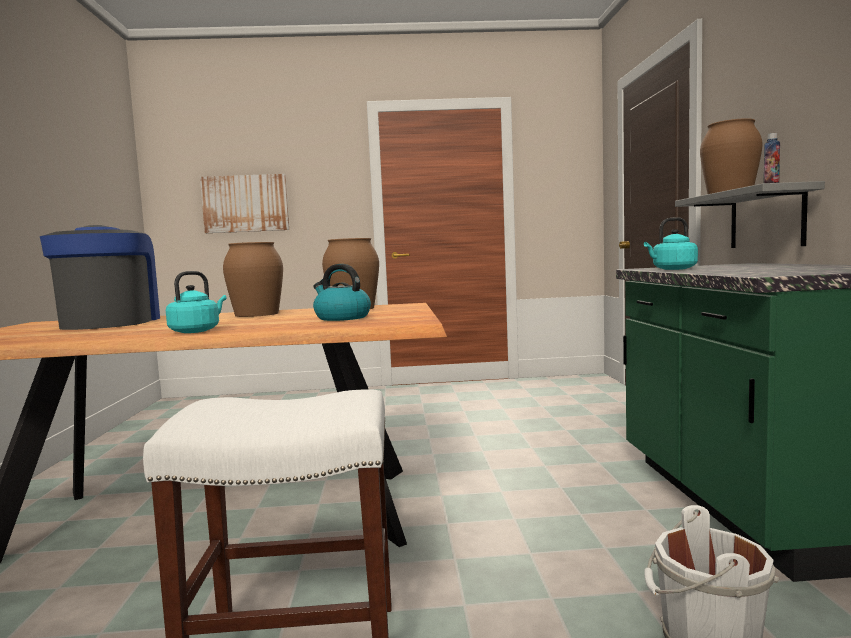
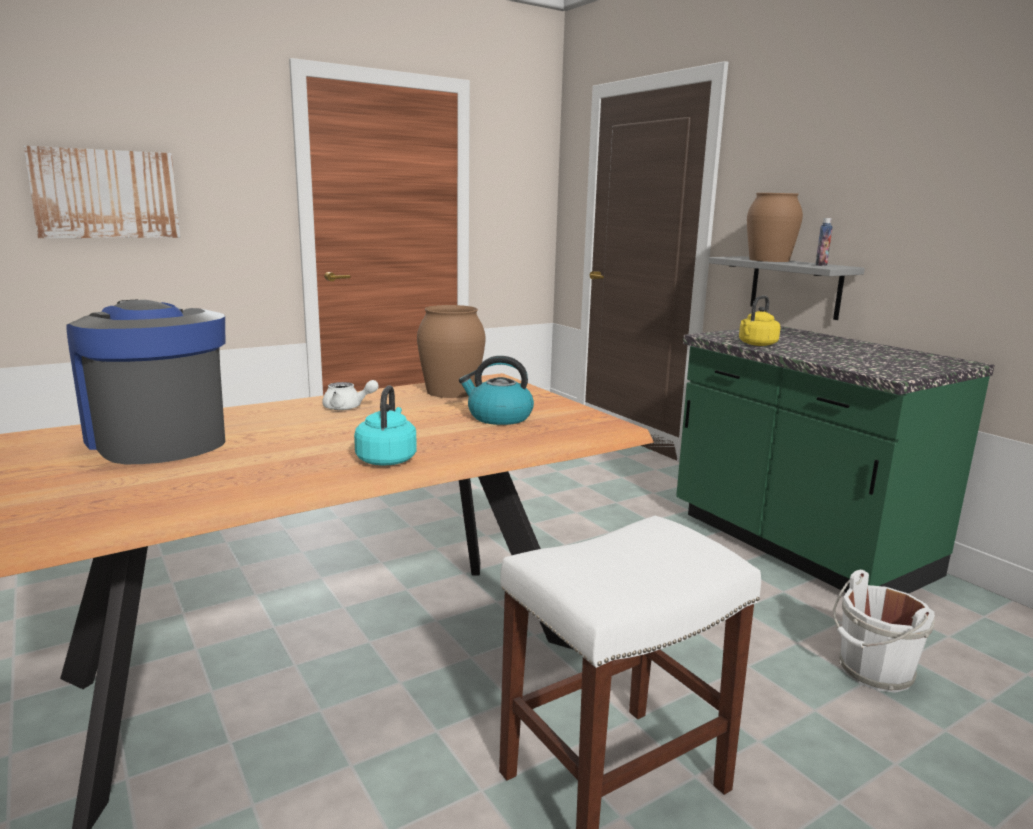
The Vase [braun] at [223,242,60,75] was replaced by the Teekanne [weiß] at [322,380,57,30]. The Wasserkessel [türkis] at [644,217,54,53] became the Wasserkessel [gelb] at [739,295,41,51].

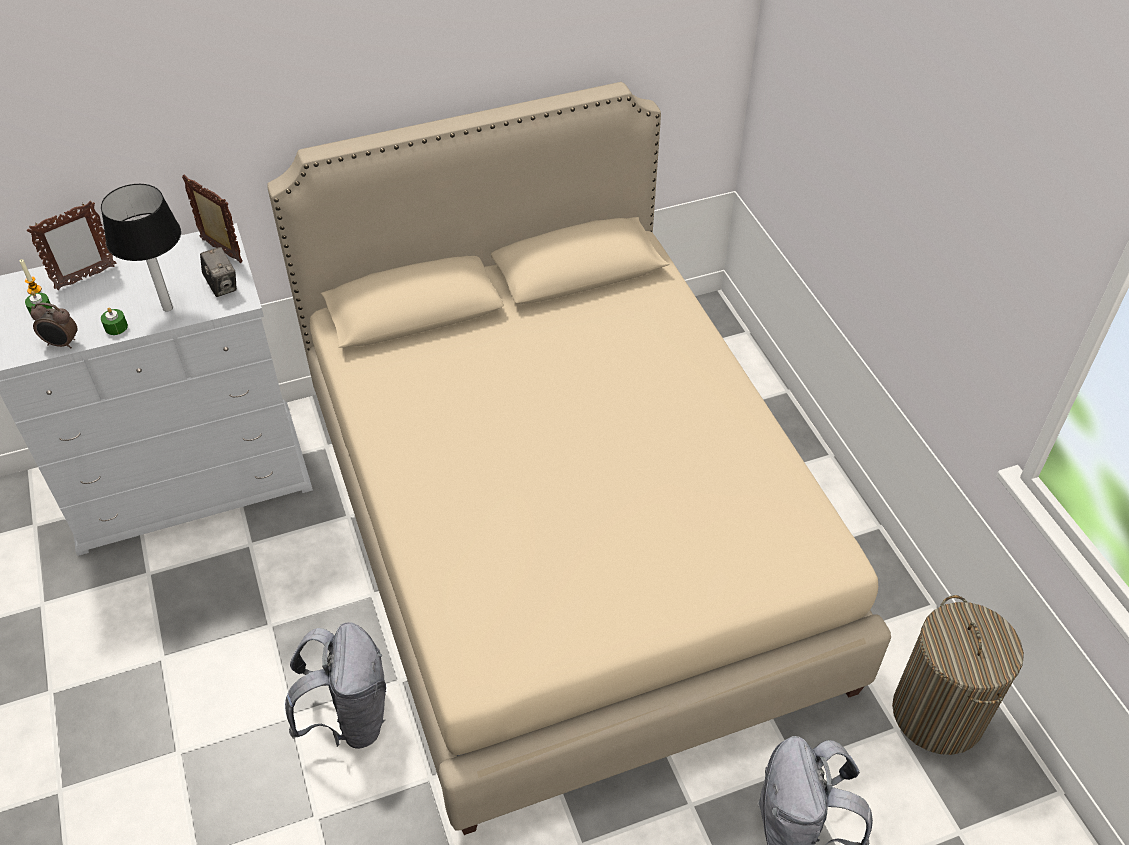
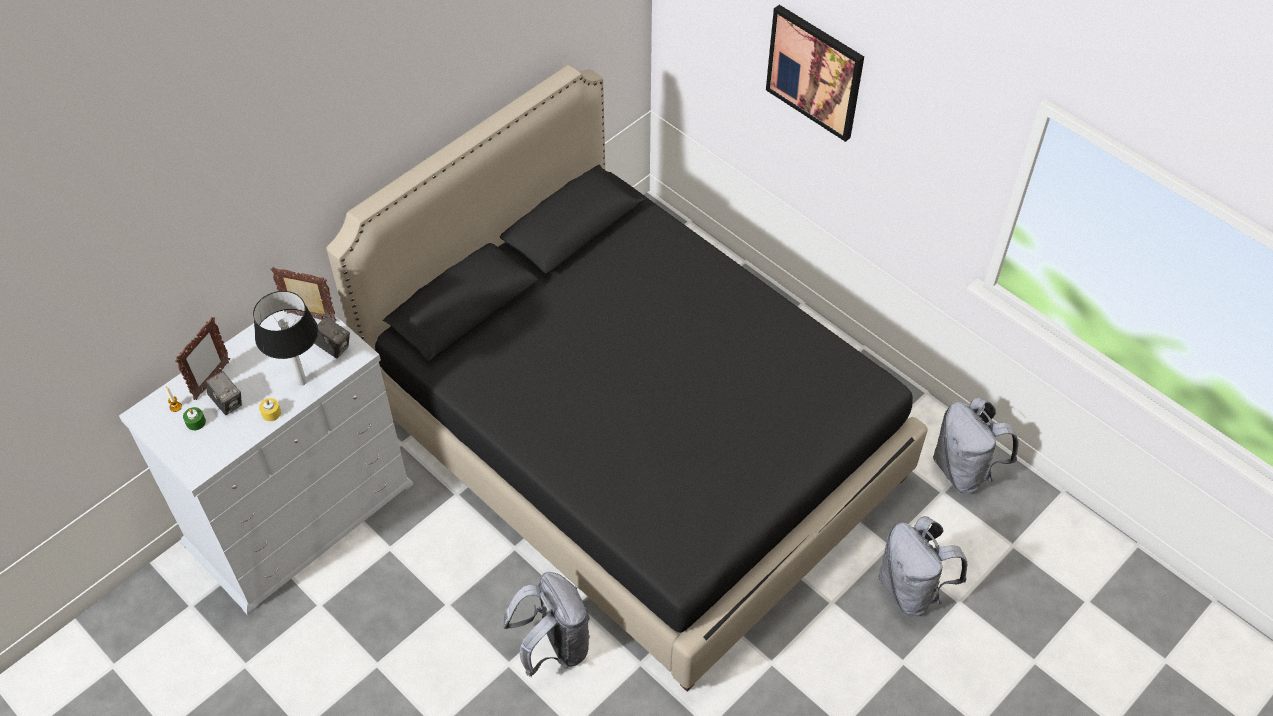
The Wecker at [30,302,48,47] disappeared. The Kerze [grün] at [101,308,27,27] became the Kerze [gelb] at [259,398,22,23]. The Bett [beige] at [267,82,624,753] became the Bett [schwarz] at [326,65,602,627]. The Wäschekorb at [892,595,132,160] was replaced by the Rucksack [grau] at [933,397,86,97]. The Kamera at [206,371,36,44] appeared. The Bild at [766,5,98,137] appeared.

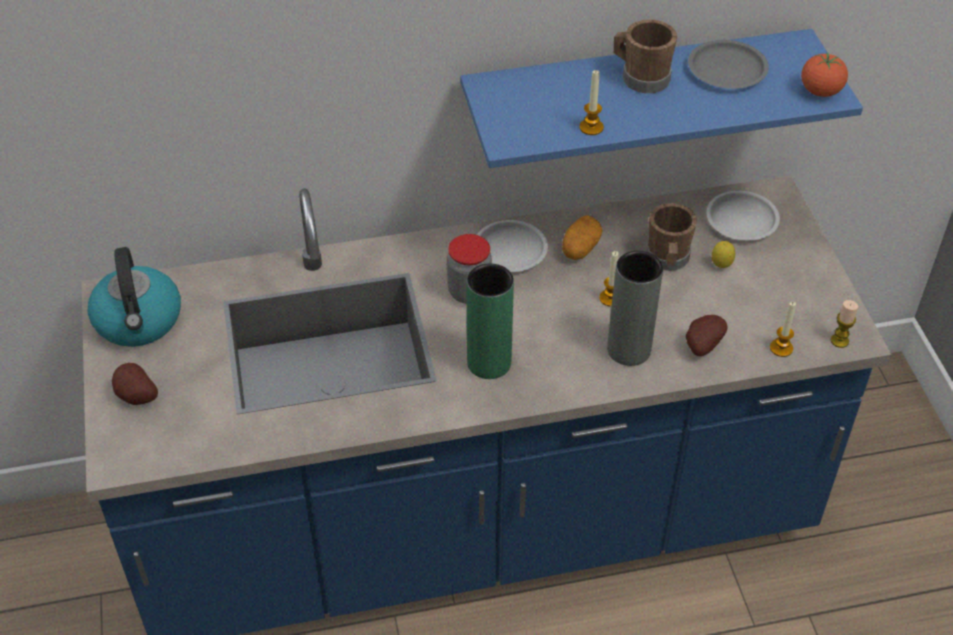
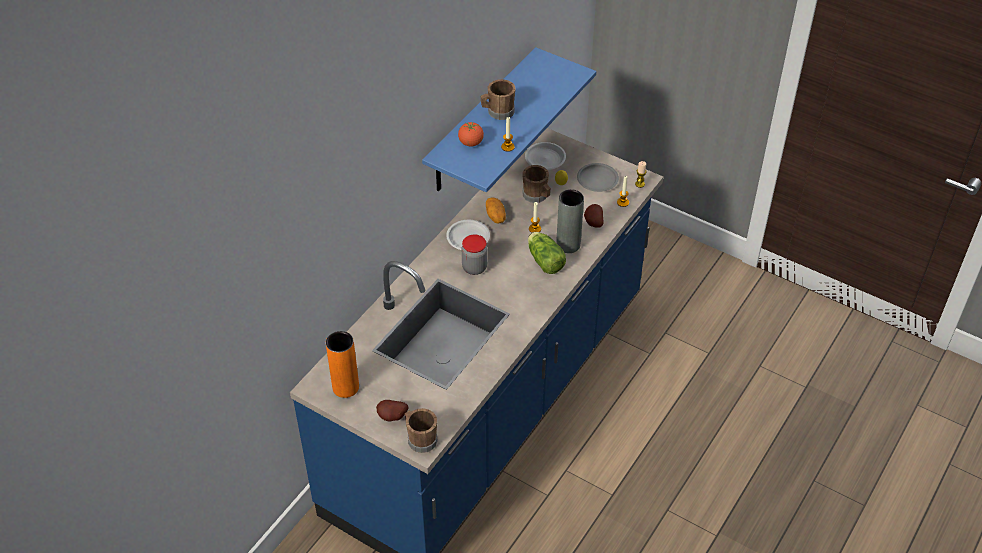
The Wasserkessel at [87,247,94,100] was replaced by the Vase [orange] at [326,331,33,67]. The Vase [grün] at [466,264,48,115] disappeared. The Teller [grau] moved from [688,40,81,49] to [577,163,42,29]. The Tomate moved from [801,52,47,45] to [458,122,26,25]. The Henkelbecher [braun] at [405,408,33,45] appeared. The Salatkopf at [528,232,38,42] appeared.

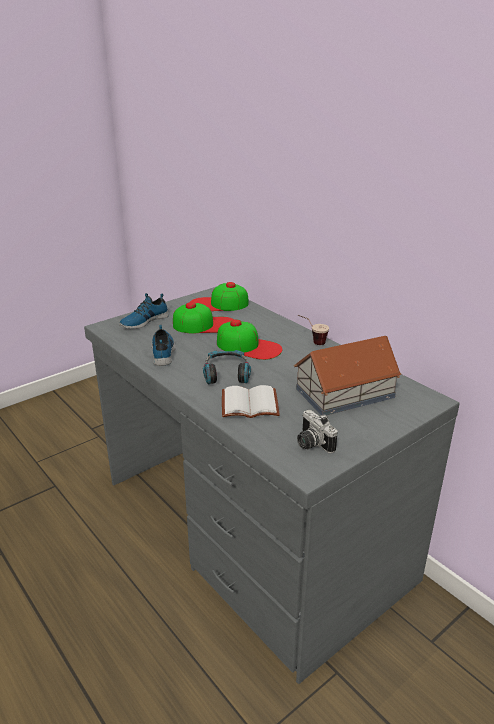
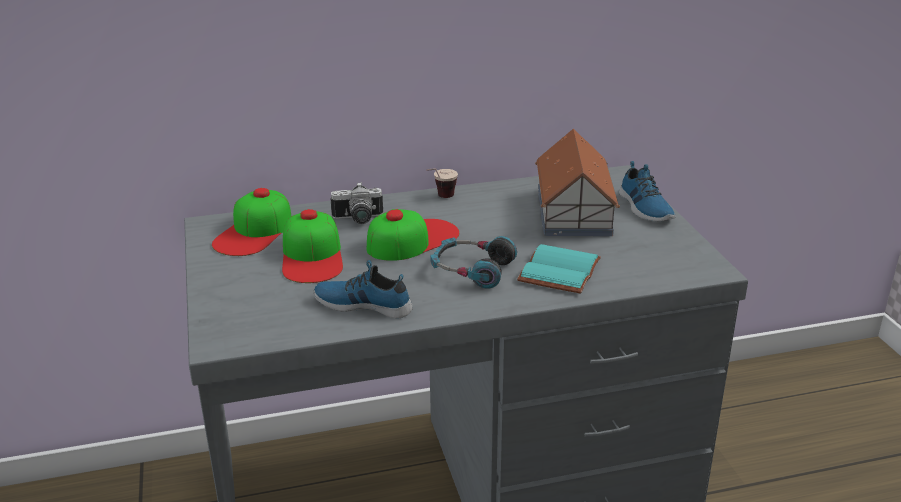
The Schuh moved from [119,293,50,36] to [619,161,57,60]. The Kappe at [173,302,61,31] turned 150 degrees clockwise. The Buch [weiß] at [222,385,58,33] became the Buch [türkis] at [517,244,84,50]. The Kamera moved from [297,410,41,43] to [331,182,52,42].

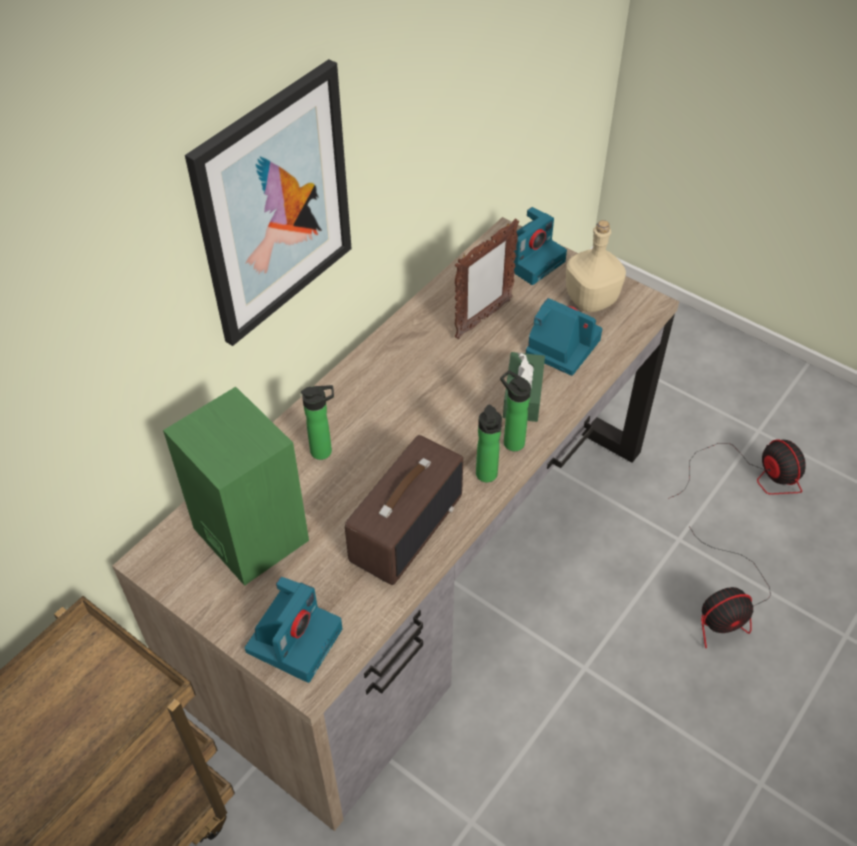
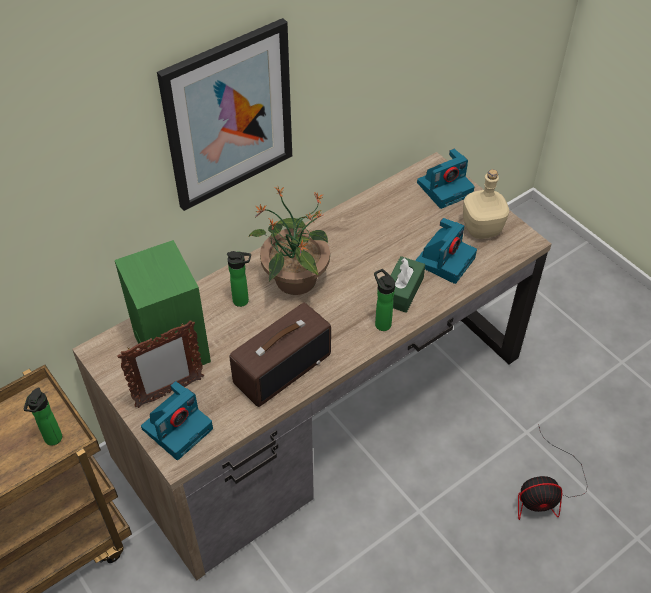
The Bilderrahmen moved from [455,218,64,121] to [117,320,87,88]. The Flasche moved from [476,405,26,77] to [24,387,38,59]. The Kamera at [525,298,77,78] turned 75 degrees clockwise. The Ventilator at [668,439,138,60] disappeared. The Topfpflanze at [249,187,81,108] appeared.

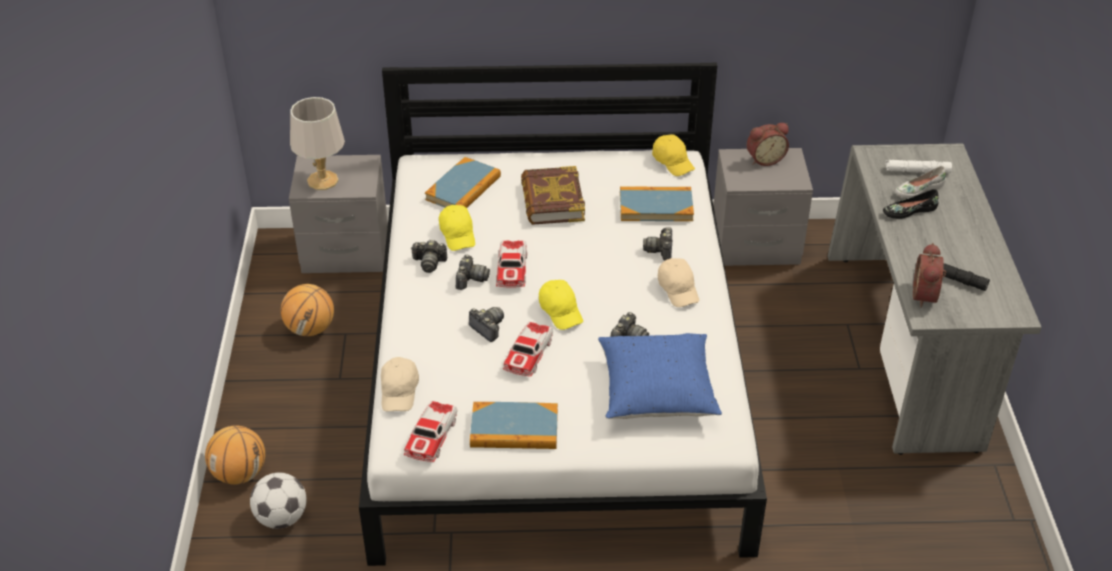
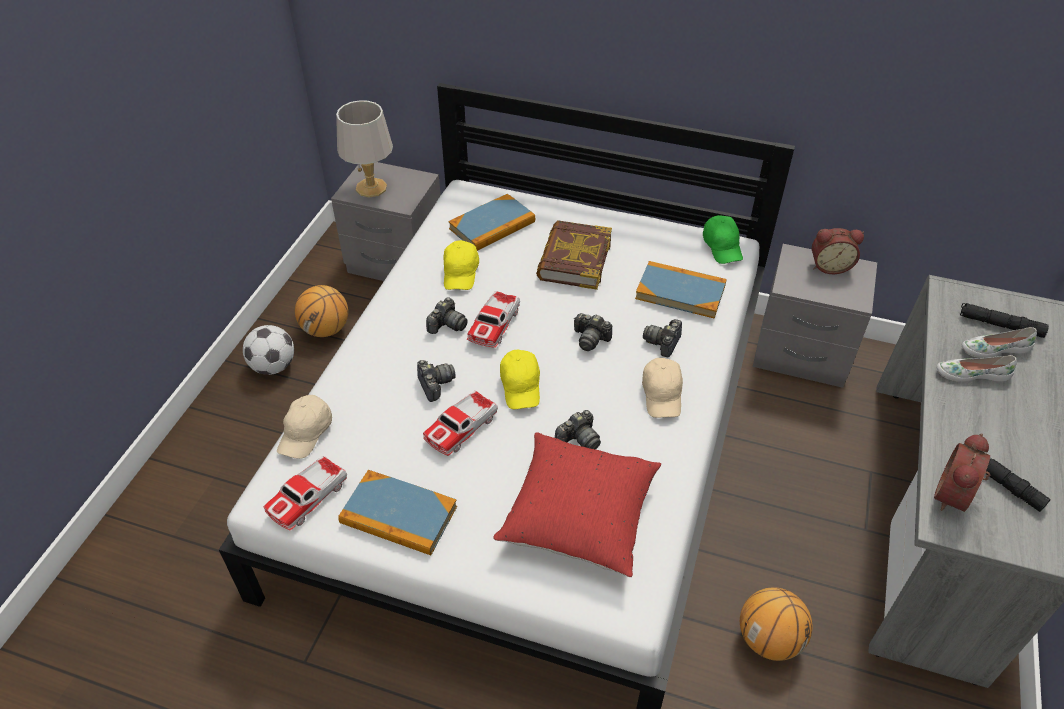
The Basketball moved from [205,425,60,60] to [740,587,73,74]. The Fußball moved from [250,472,57,57] to [243,325,51,50]. The Kamera moved from [411,240,36,33] to [574,313,38,38]. The Kissen [blau] at [598,333,124,86] became the Kissen [rot] at [493,432,168,145]. The Kappe [gelb] at [652,134,43,42] became the Kappe [grün] at [703,215,40,49]. The Schuh [schwarz] at [883,189,55,30] became the Schuh [weiß] at [936,355,81,27]. The Taschenlampe [weiß] at [885,160,67,13] became the Taschenlampe [schwarz] at [960,303,89,35].

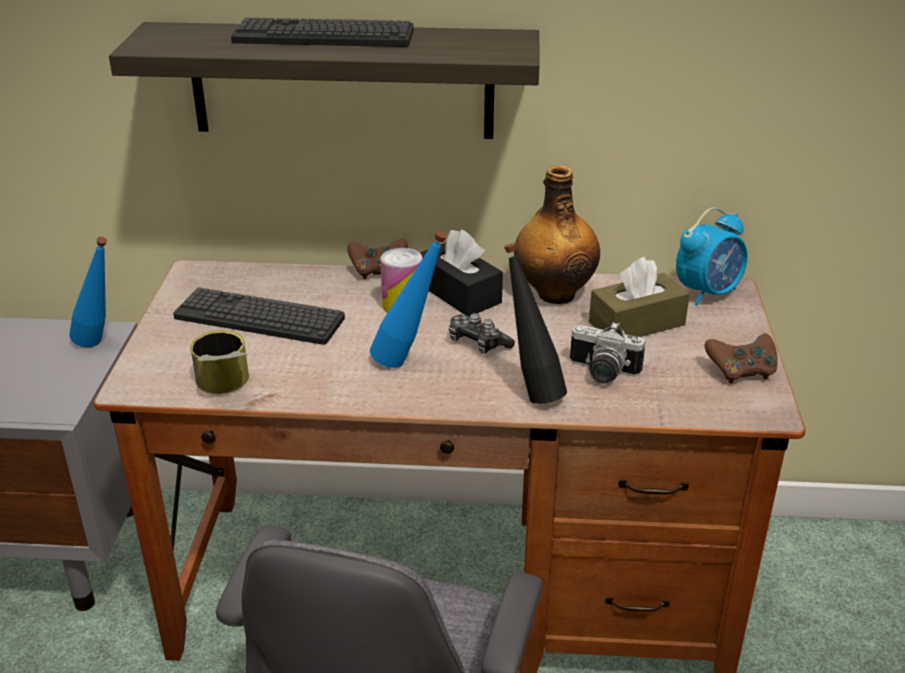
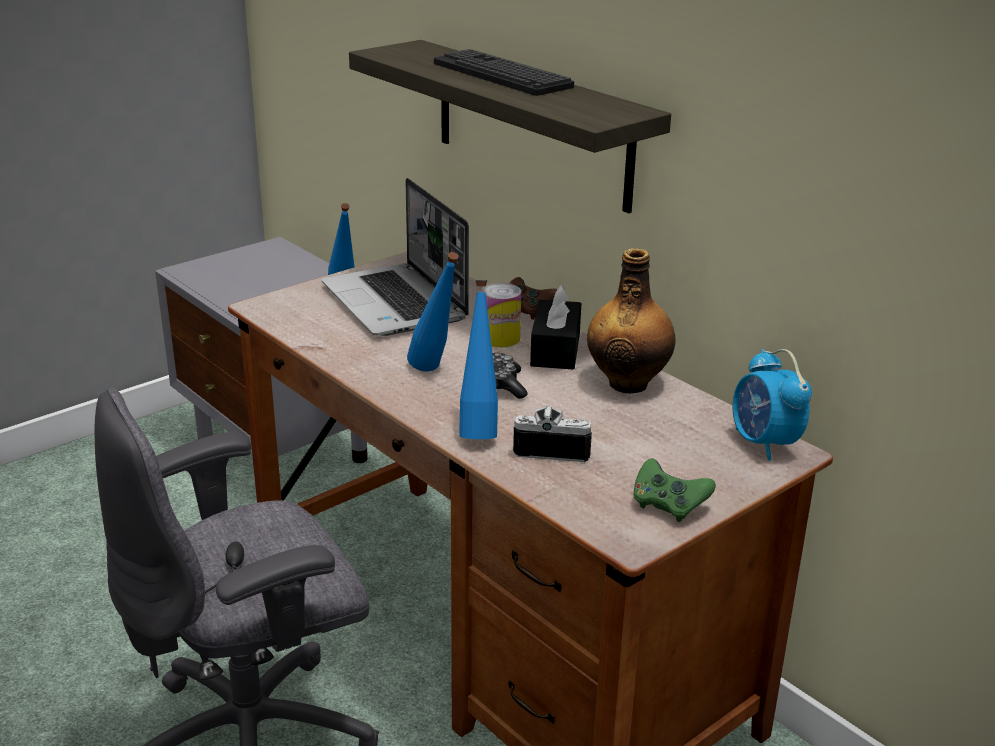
The Tastatur at [173,287,172,58] was replaced by the Laptop at [322,178,147,158]. The Dose at [190,330,59,64] disappeared. The Flasche [schwarz] at [504,243,63,161] became the Flasche [blau] at [459,280,39,159]. The Kamera at [570,322,75,62] turned 120 degrees clockwise. The Taschentuchbox [braun] at [589,257,101,80] disappeared. The Wecker at [676,207,72,99] turned 60 degrees clockwise. The Gamepad [braun] at [705,333,73,50] became the Gamepad [grün] at [633,458,83,64].

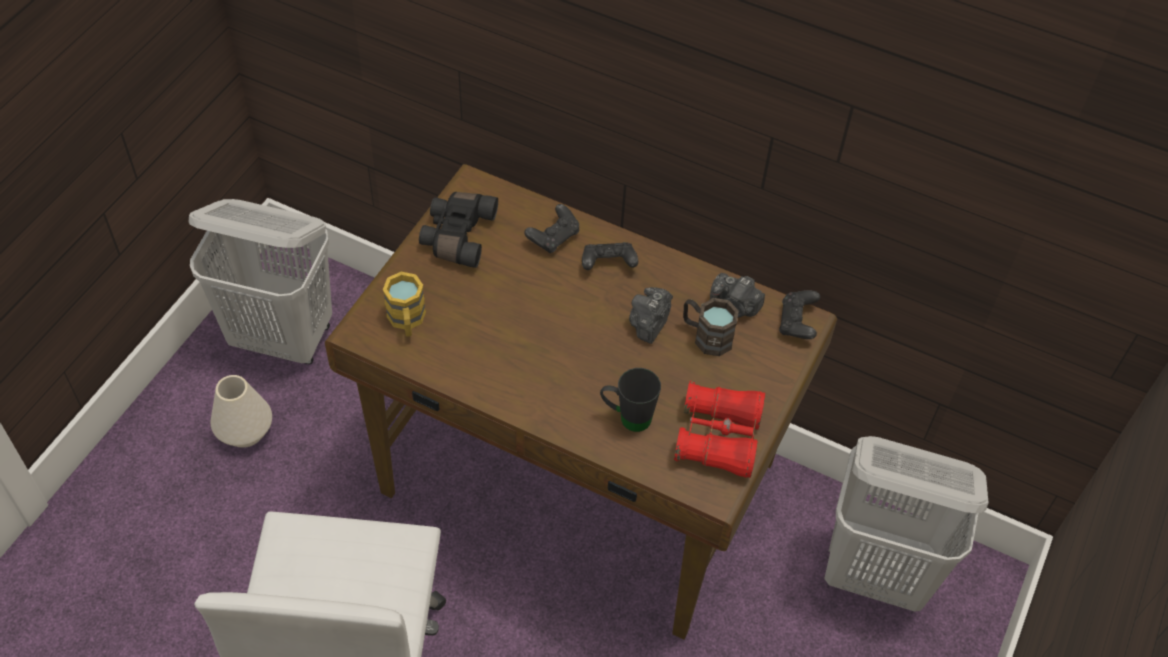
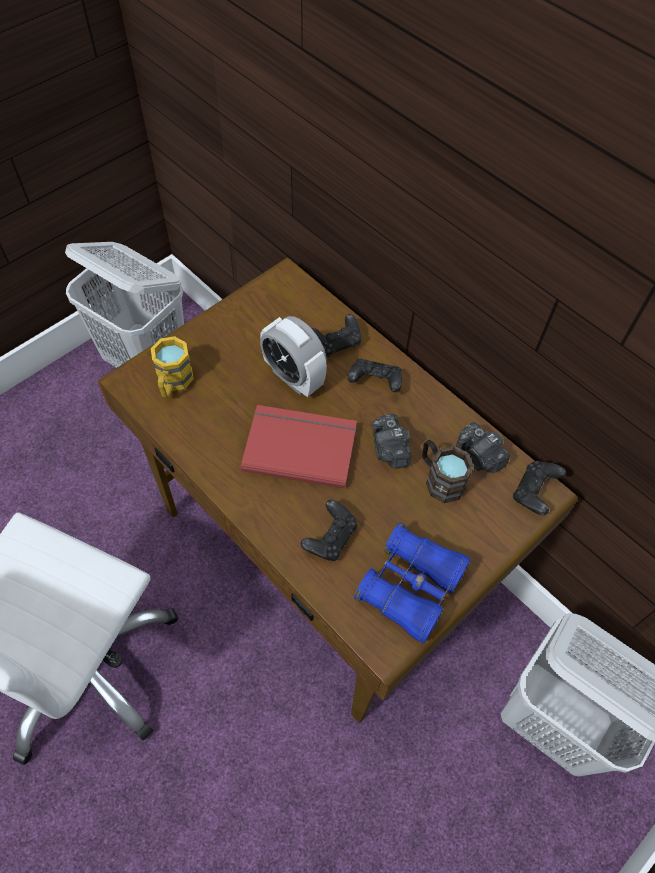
The Vase [weiß] at [210,375,62,73] disappeared. The Fernglas [schwarz] at [419,192,79,76] disappeared. The Henkelbecher [schwarz] at [600,368,61,64] was replaced by the Gamepad [schwarz] at [301,500,56,61]. The Kamera at [629,287,44,57] turned 60 degrees counterclockwise. The Fernglas [rot] at [674,381,91,97] became the Fernglas [blau] at [354,523,117,121]. The Buch [rot] at [241,405,116,83] appeared. The Wecker at [260,316,67,81] appeared.

